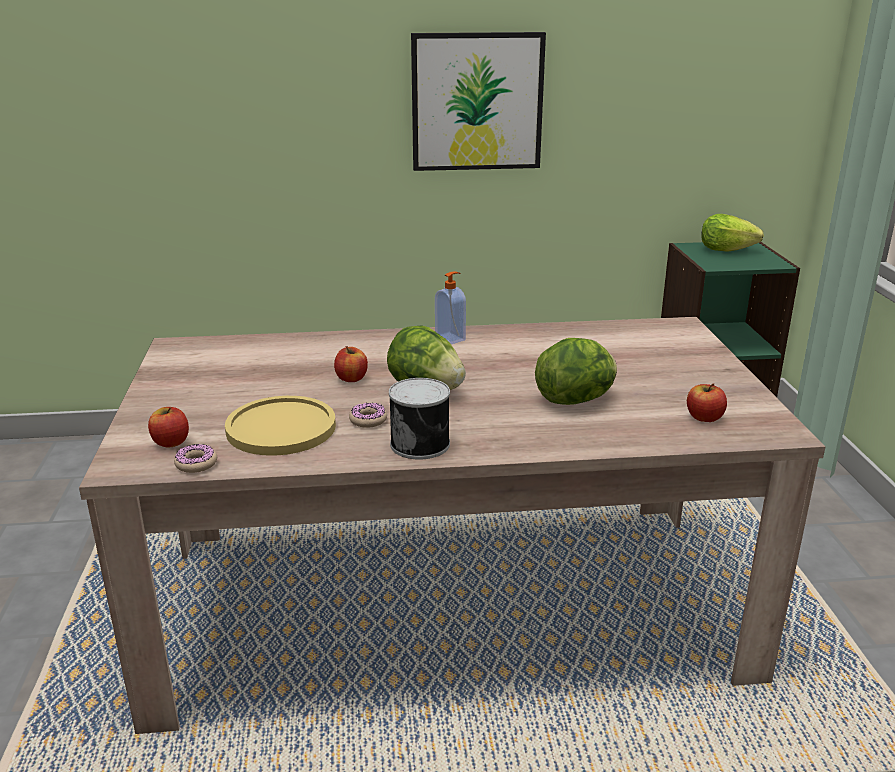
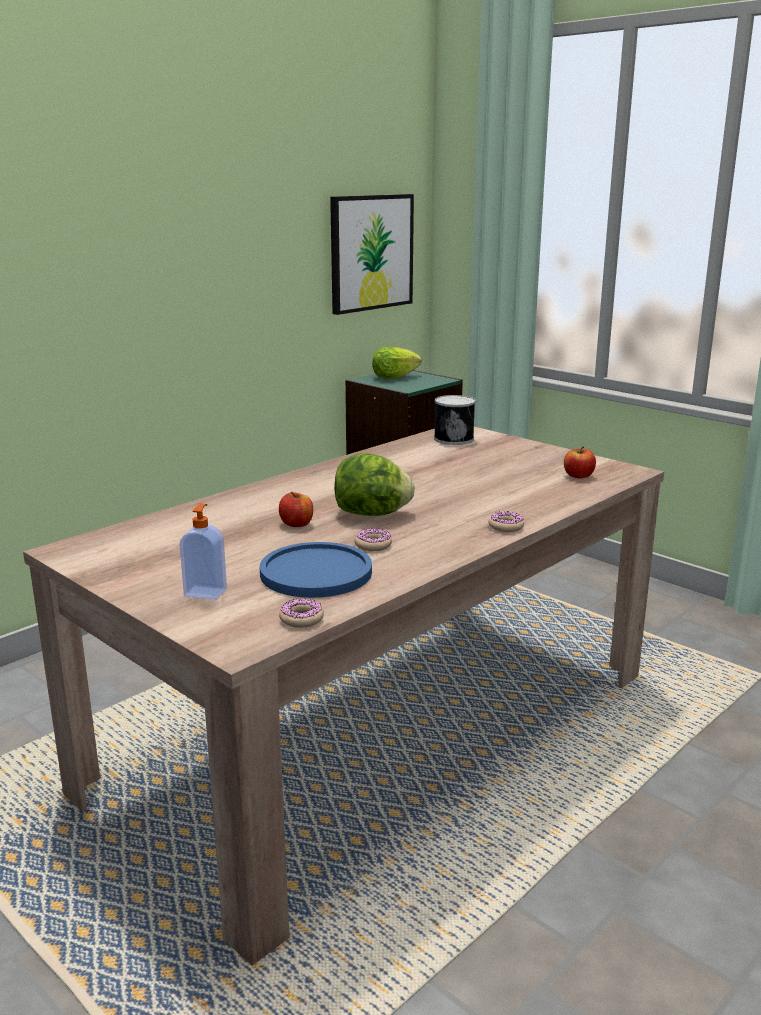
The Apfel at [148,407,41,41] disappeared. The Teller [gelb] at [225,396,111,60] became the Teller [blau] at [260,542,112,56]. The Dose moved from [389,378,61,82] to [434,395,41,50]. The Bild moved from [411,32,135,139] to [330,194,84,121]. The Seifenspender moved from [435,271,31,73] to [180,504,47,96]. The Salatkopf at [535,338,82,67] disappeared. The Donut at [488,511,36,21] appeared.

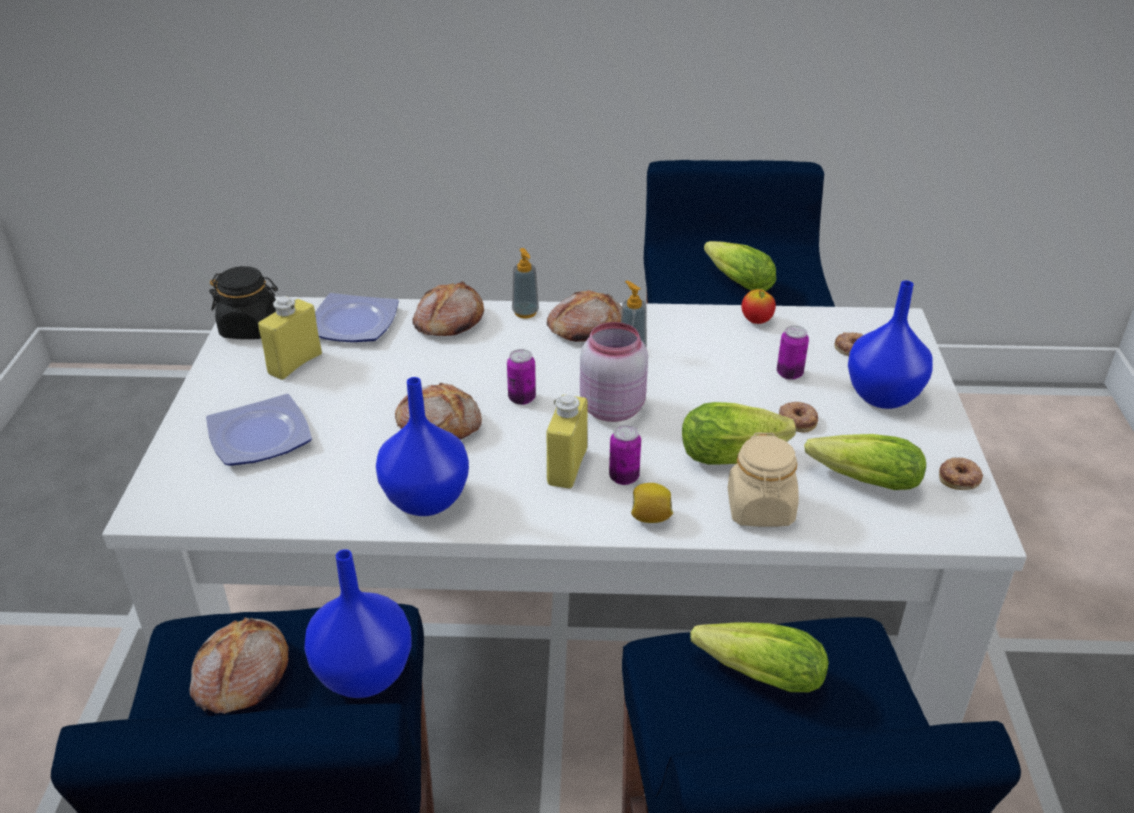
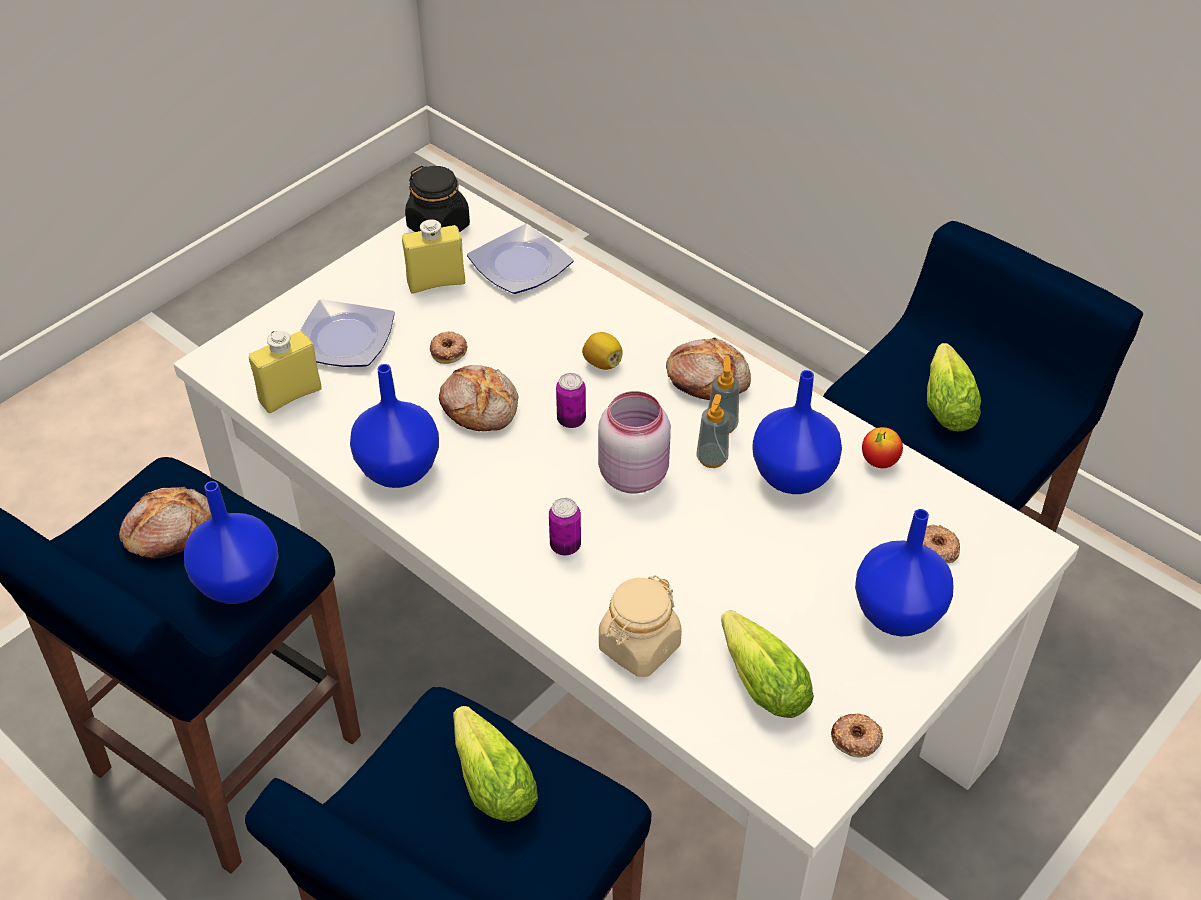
The Brot at [412,281,72,55] disappeared. The Seifenspender moved from [512,248,27,71] to [696,394,33,74]. The Flasche [gelb] moved from [546,395,42,94] to [249,331,73,82]. The Zitrone moved from [631,483,42,40] to [582,332,41,38]. The Salatkopf at [682,402,114,63] disappeared. The Dose at [777,325,32,55] disappeared. The Donut moved from [779,401,39,31] to [430,331,38,33]. The Vase [blau] at [752,370,90,124] appeared.

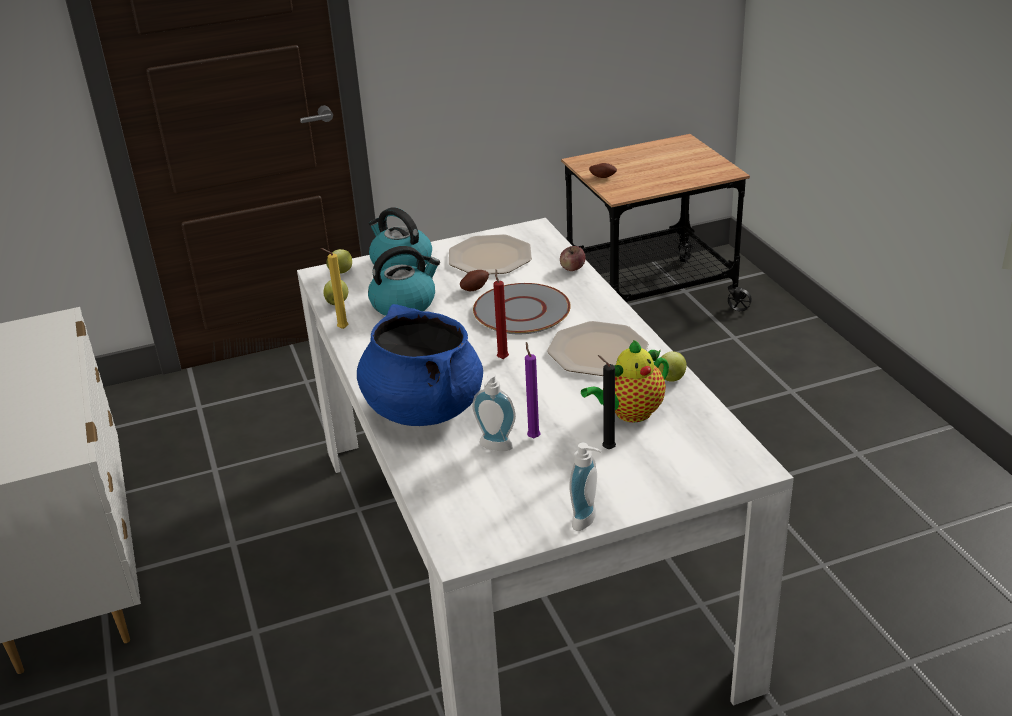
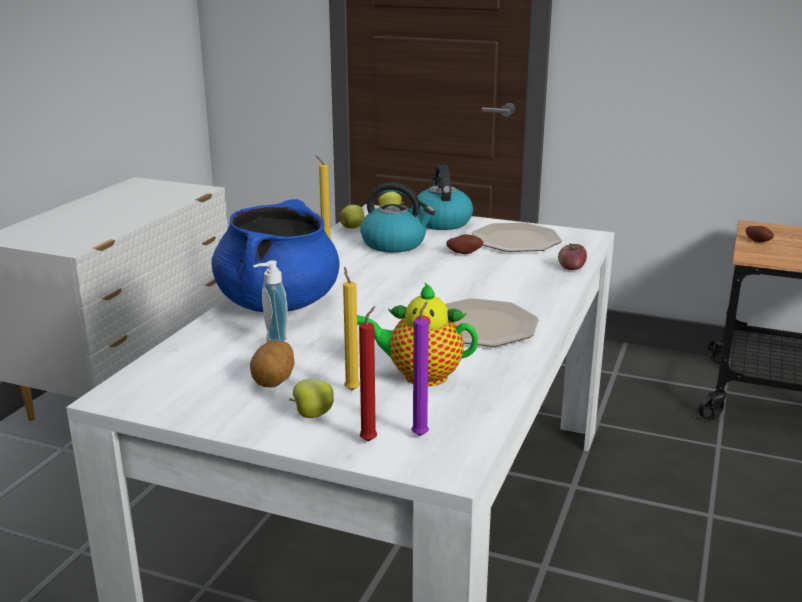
The Teller [grau] at [473,283,98,51] disappeared. The Kerze [rot] moved from [493,269,16,90] to [359,306,18,135]. The Kerze [lila] moved from [525,342,15,96] to [411,302,18,134]. The Seifenspender at [569,443,33,88] disappeared. The Kerze [schwarz] at [598,355,18,94] became the Kerze [gelb] at [343,267,17,124]. The Apfel moved from [658,352,29,30] to [289,379,45,39]. The Kartoffel at [250,340,45,47] appeared.

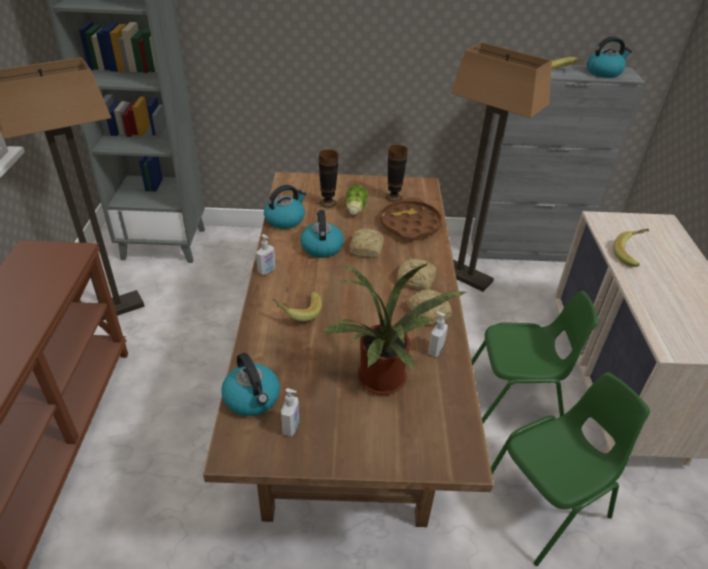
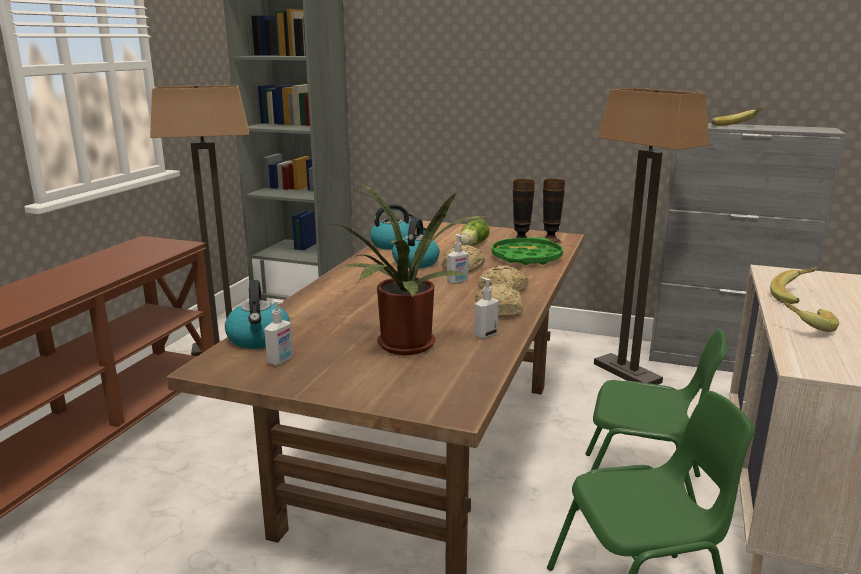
The Seifenspender moved from [256,234,19,41] to [447,234,22,50]. The Banane moved from [272,292,50,29] to [779,298,60,34]. The Vase moved from [318,149,21,61] to [543,179,22,65]. The Tablett [braun] at [380,197,62,42] became the Tablett [grün] at [492,237,71,28]. The Wasserkessel at [587,37,45,41] disappeared.

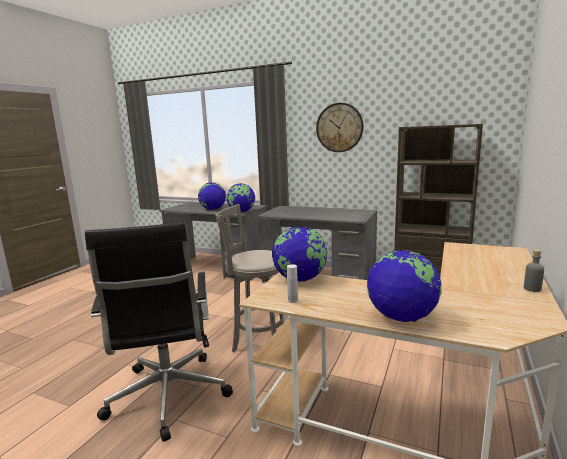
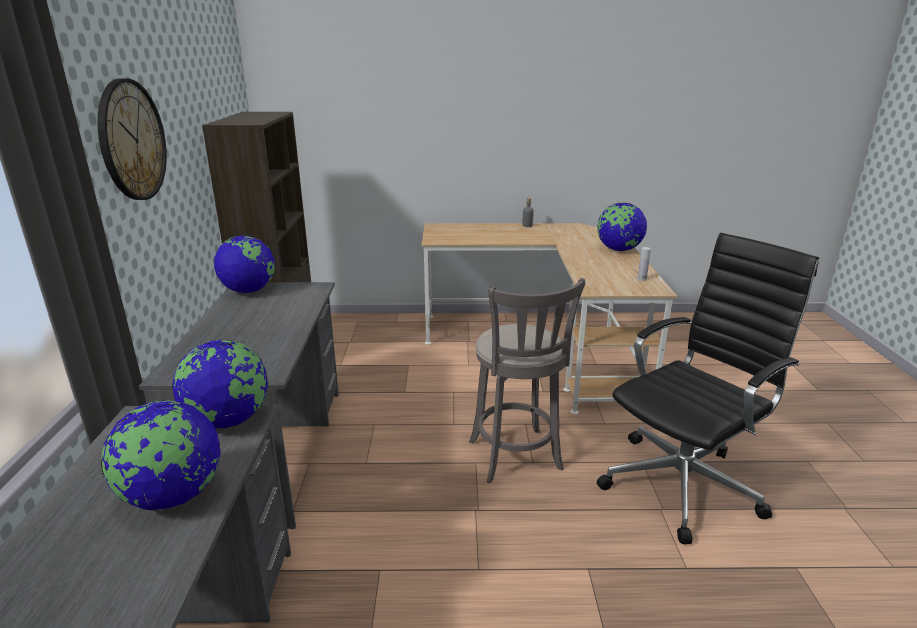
The Globus moved from [272,226,55,56] to [214,235,61,58].

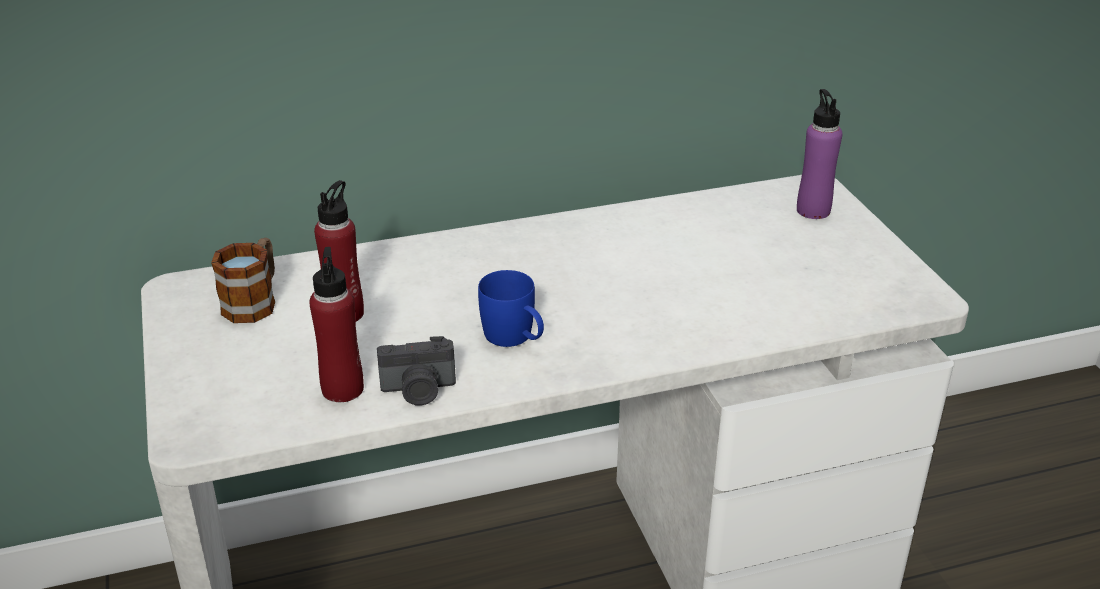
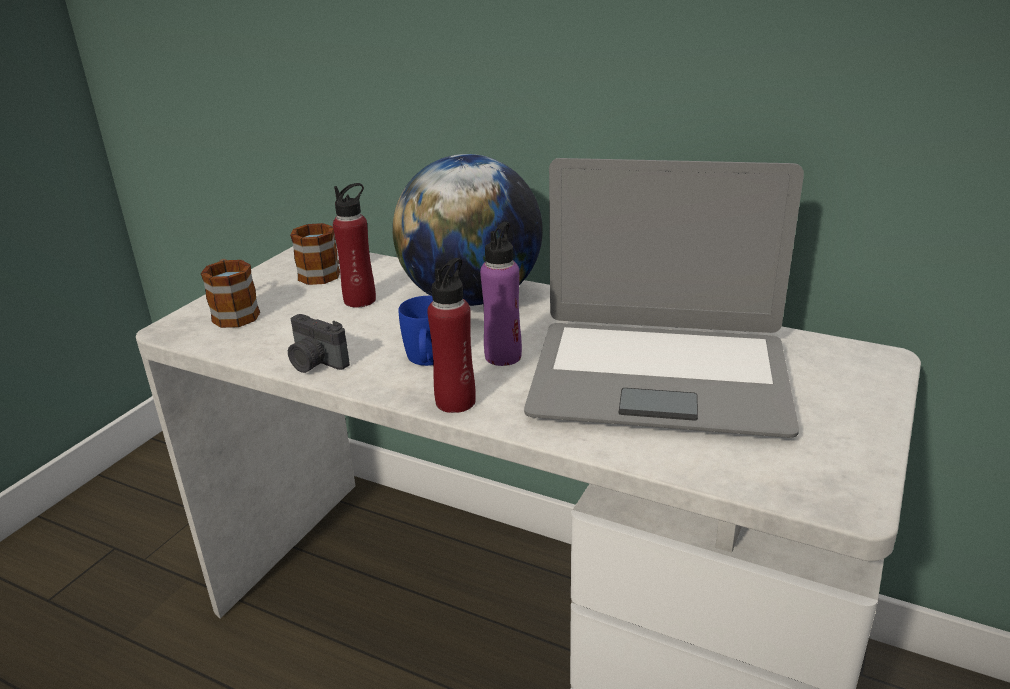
The Flasche [rot] moved from [309,247,55,155] to [427,258,49,155]. The Flasche [lila] moved from [797,89,45,130] to [480,222,42,144]. The Henkelbecher at [200,259,60,69] appeared. The Globus at [392,154,151,152] appeared. The Laptop at [524,158,280,280] appeared.

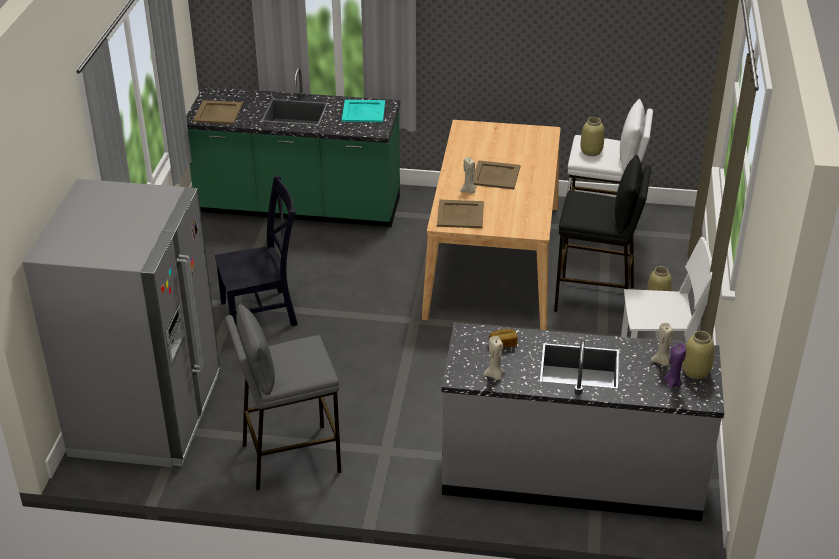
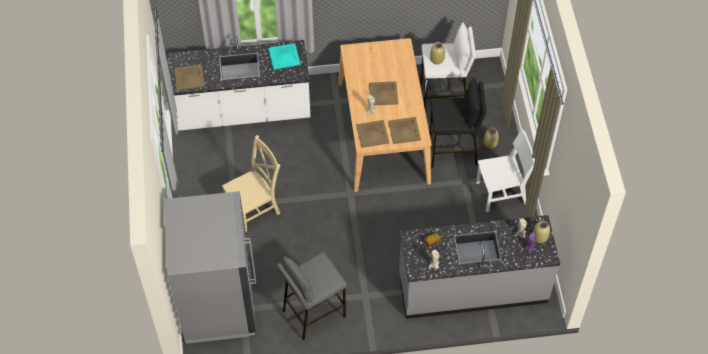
The Küchenzeile [grün] at [186,68,214,159] became the Küchenzeile [weiß] at [167,37,144,94]. The Stuhl [schwarz] at [215,175,83,151] became the Stuhl [beige] at [222,135,58,97]. The Tablett [beige] at [388,117,33,27] appeared.

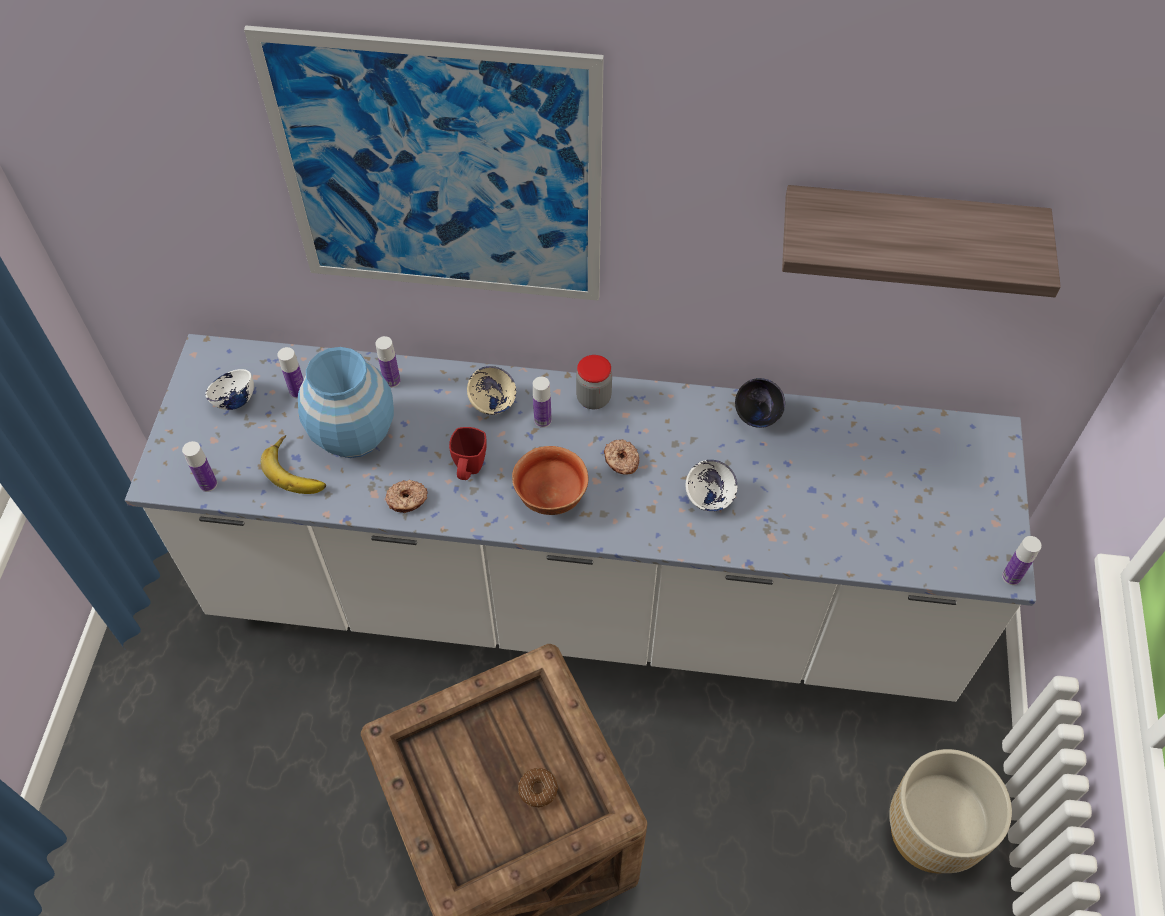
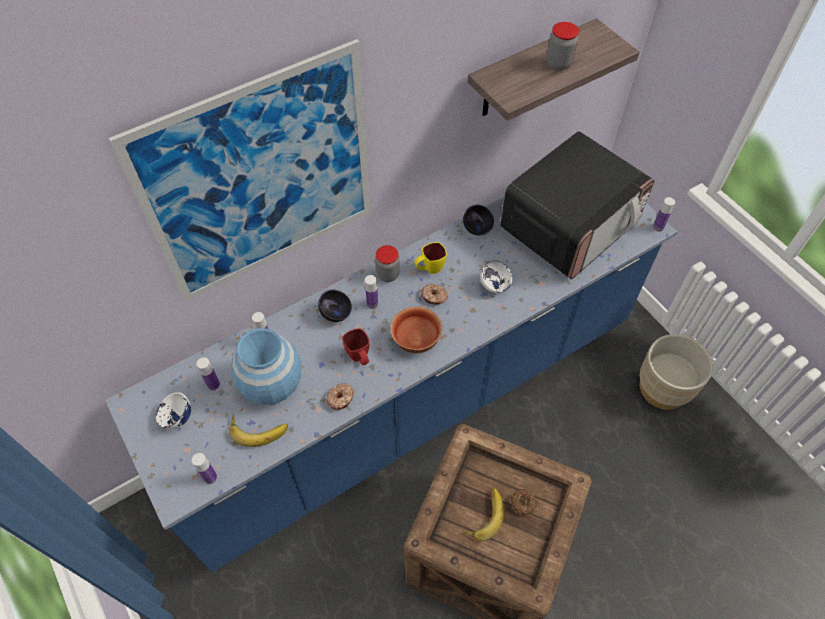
The Küchenzeile [weiß] at [125,334,911,368] became the Küchenzeile [blau] at [105,197,572,375]. The Schüssel [beige] at [467,366,49,49] became the Schüssel [schwarz] at [318,289,34,33]. The Henkelbecher [gelb] at [414,242,33,32] appeared. The Banane at [463,488,41,53] appeared. The Mikrowelle at [500,131,154,148] appeared. The Vorratsglas at [546,22,33,48] appeared.

